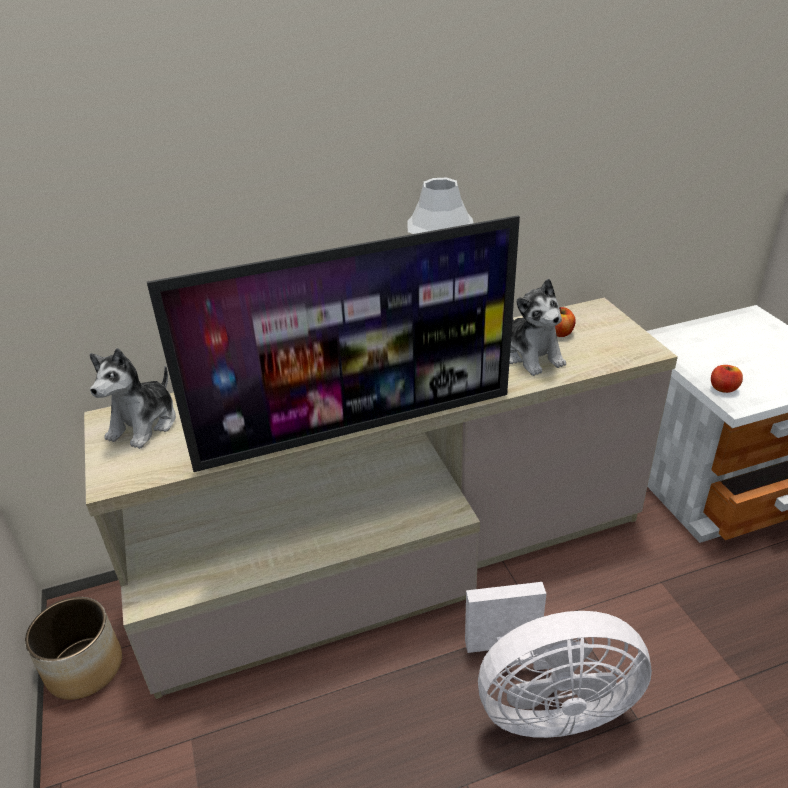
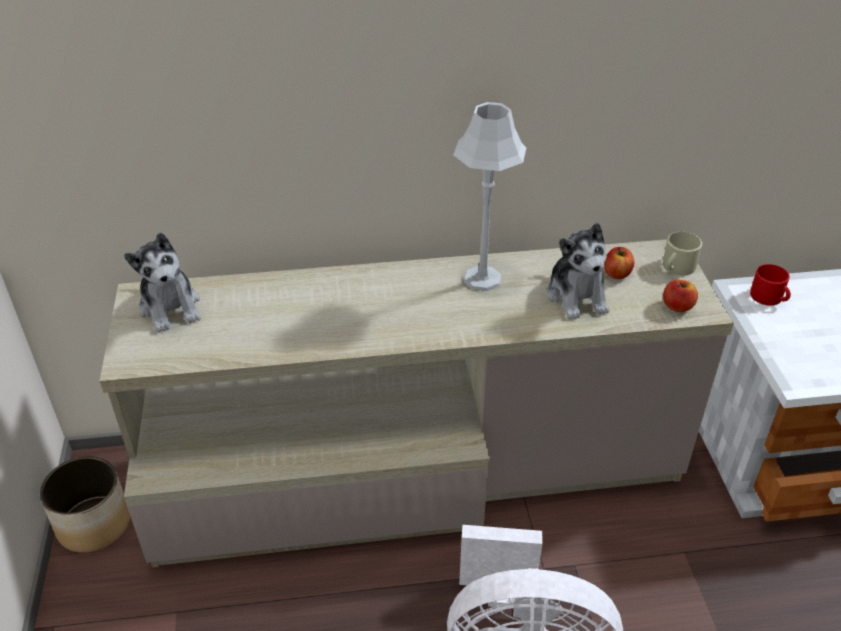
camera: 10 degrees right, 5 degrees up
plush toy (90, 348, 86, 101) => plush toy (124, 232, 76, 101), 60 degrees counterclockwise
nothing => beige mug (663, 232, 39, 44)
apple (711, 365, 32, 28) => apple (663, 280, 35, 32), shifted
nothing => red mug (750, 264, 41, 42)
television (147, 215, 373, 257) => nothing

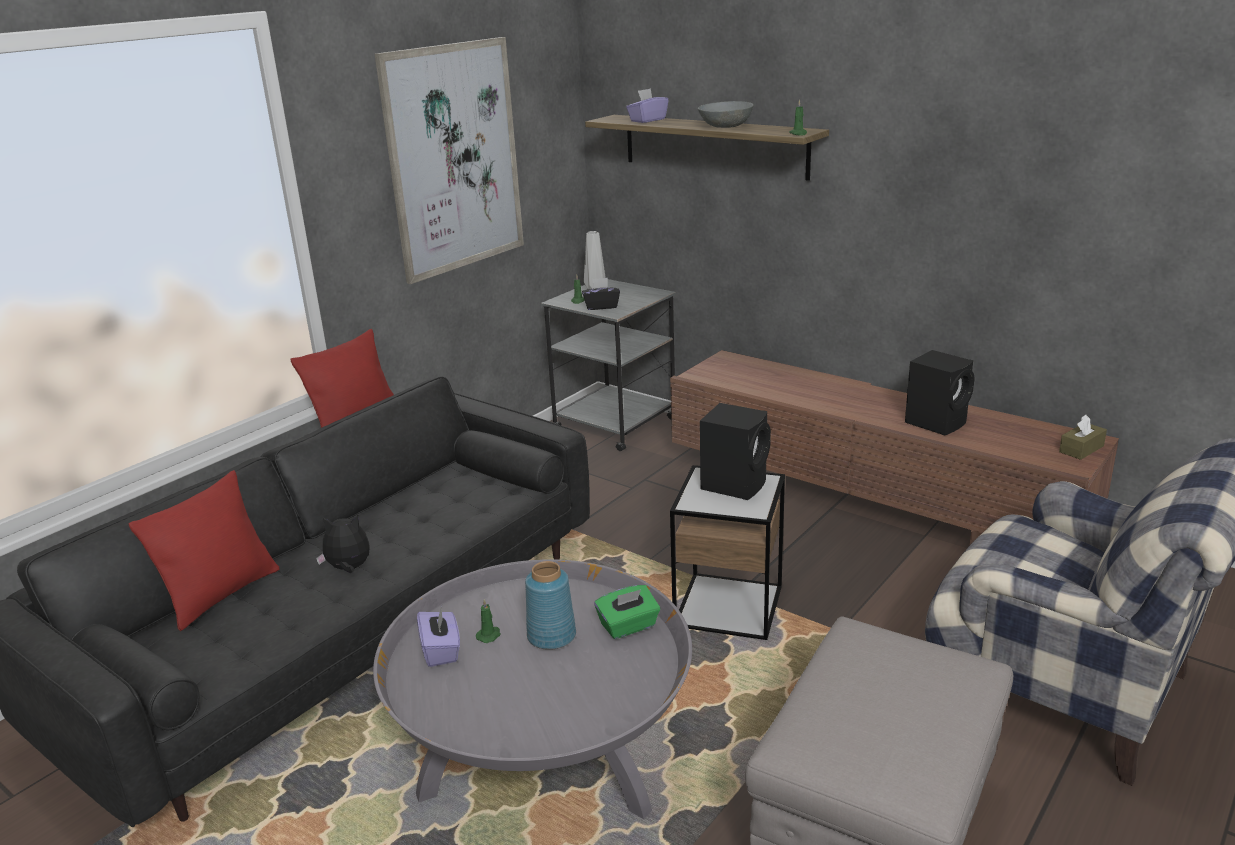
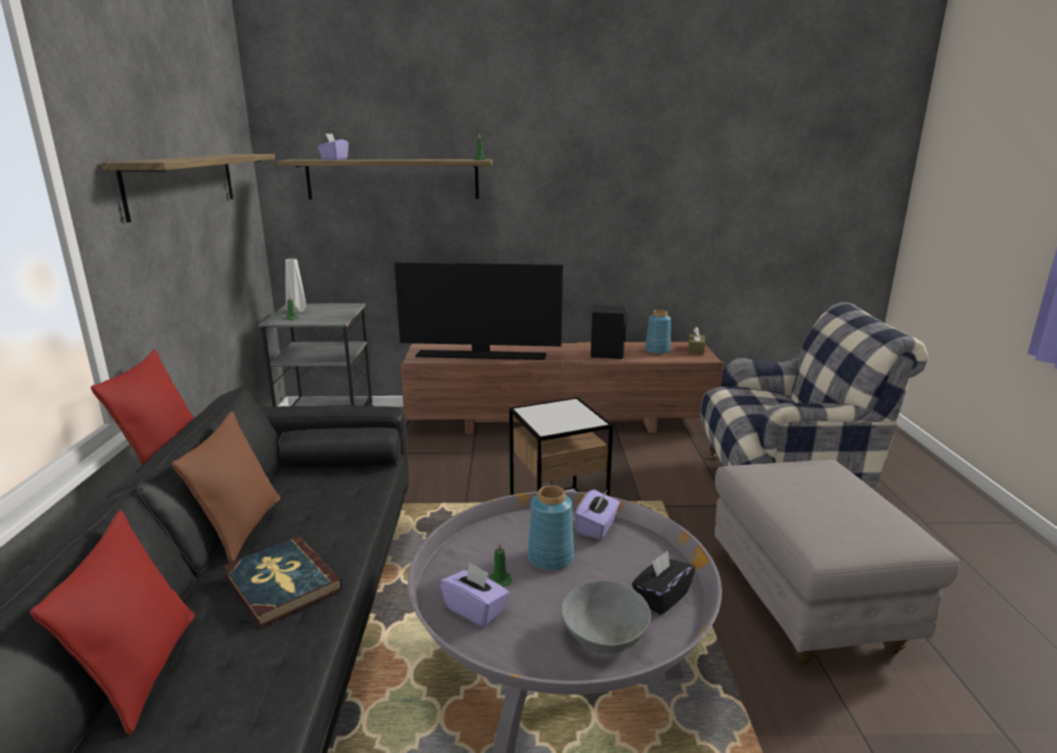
camera: 40 degrees left, 5 degrees down
picture (375, 37, 149, 247) => shelf (101, 154, 174, 69)
nothing => brown pillow (171, 411, 110, 152)
plush toy (316, 515, 54, 58) => book (223, 537, 119, 91)
nothing => television (394, 263, 169, 97)
grey bowl (698, 101, 56, 27) => grey bowl (561, 581, 90, 73), shifted
green tissue box (594, 585, 66, 54) => purple tissue box (574, 489, 46, 51)
black tissue box (582, 278, 38, 32) => black tissue box (632, 551, 63, 64), shifted
nothing => blue vase (645, 310, 26, 44)
black speaker (700, 403, 71, 97) => nothing

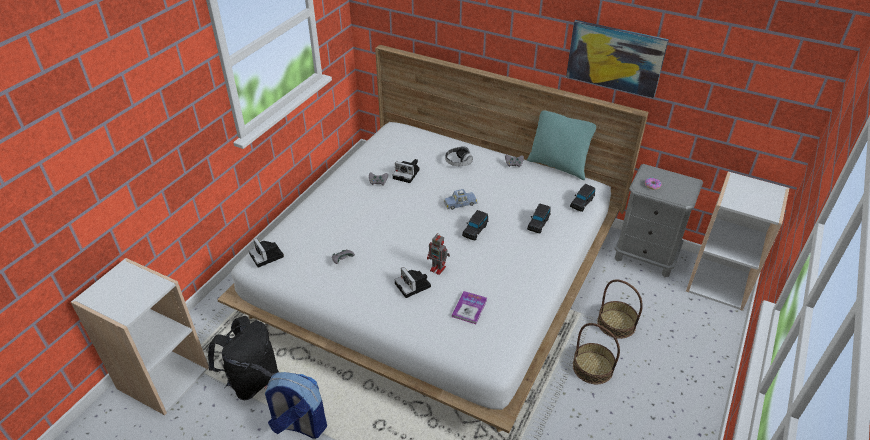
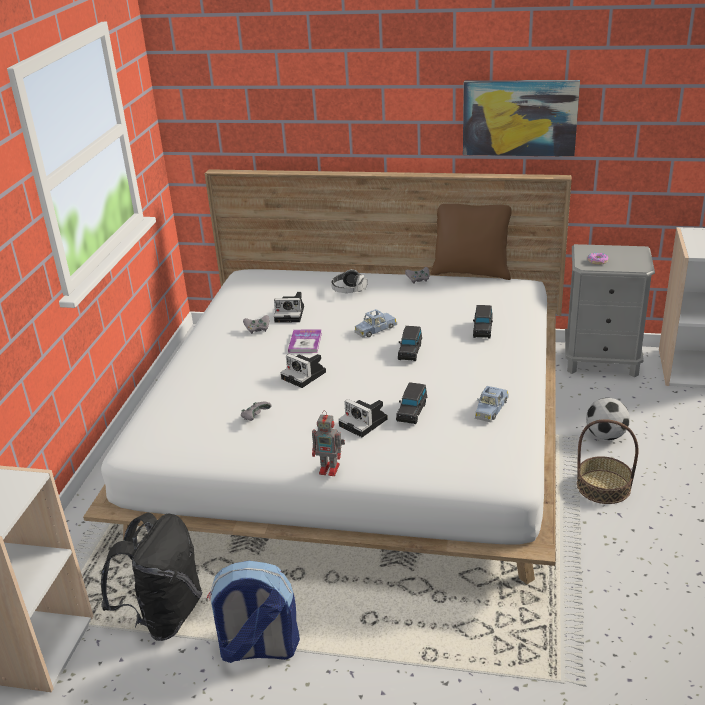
camera: 15 degrees left, 10 degrees down
photo camera (249, 238, 35, 30) => photo camera (281, 354, 45, 34), shifted
book (452, 291, 35, 33) => book (288, 330, 34, 23), shifted
toy robot (427, 233, 23, 42) => toy robot (312, 411, 33, 65), shifted
black toy car (570, 184, 25, 28) => black toy car (396, 382, 31, 42), shifted
turquoise pillow (527, 110, 69, 70) => brown pillow (431, 204, 81, 76)
nothing => blue toy car (475, 386, 34, 36)
basket (597, 279, 46, 60) => football (586, 398, 44, 42)

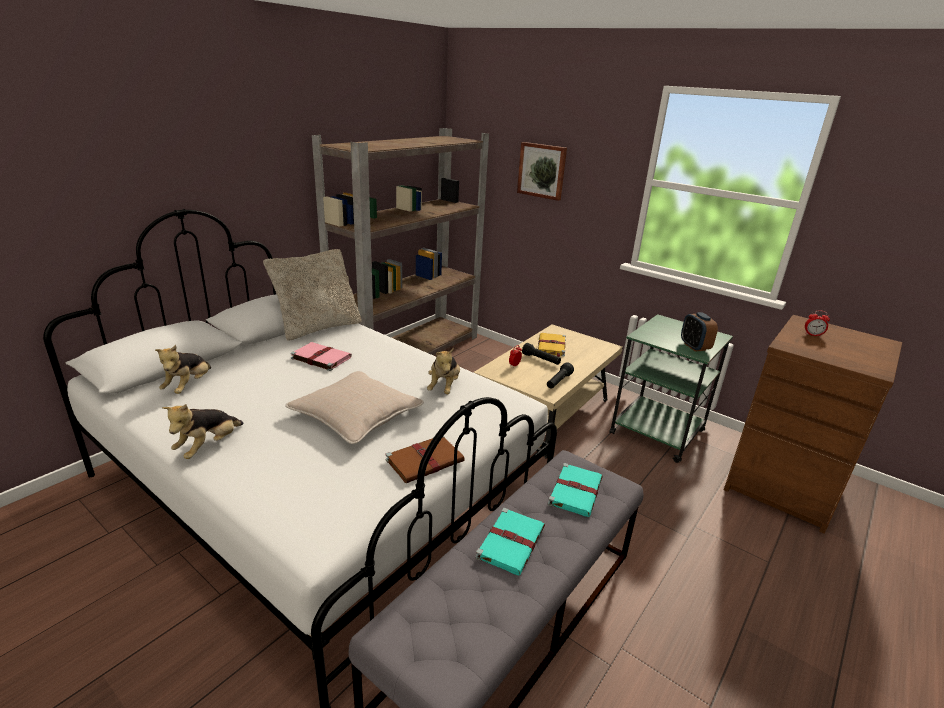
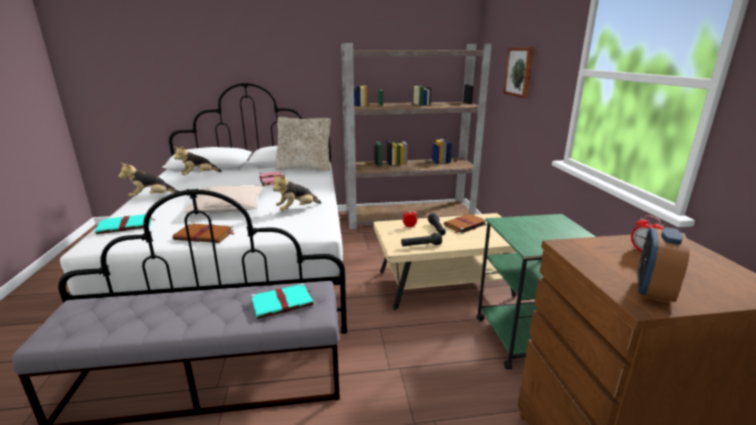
camera: 45 degrees right, 5 degrees down
turquoise book (475, 508, 70, 67) => turquoise book (95, 214, 60, 20), shifted
yellow book (538, 333, 28, 24) => brown book (443, 214, 44, 20)
alarm clock (681, 312, 37, 40) => alarm clock (638, 227, 52, 76), shifted

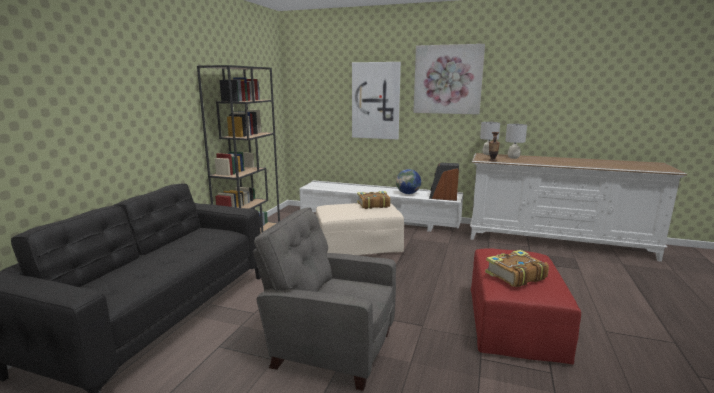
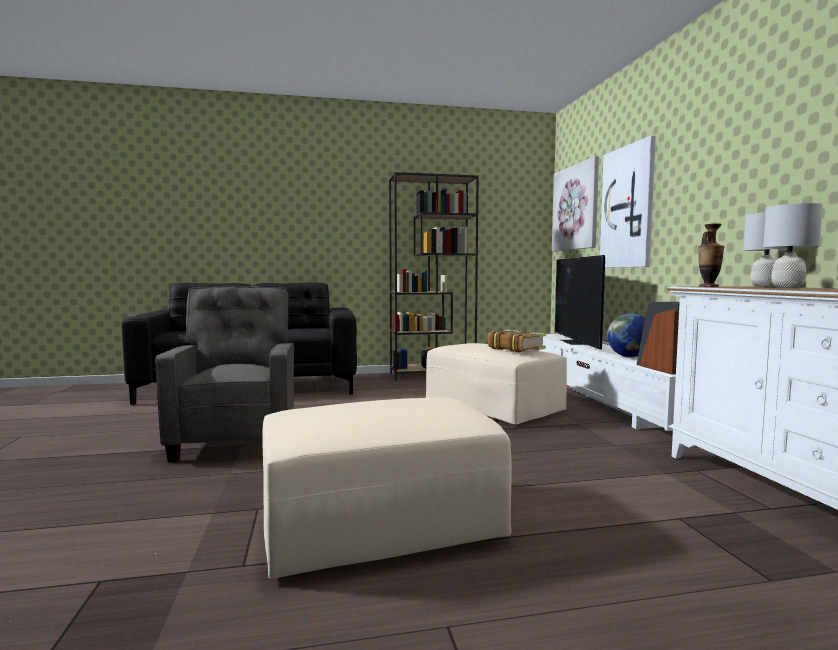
camera: 60 degrees right, 10 degrees down
red ottoman (471, 248, 110, 116) => beige ottoman (262, 397, 250, 182)
picture (413, 44, 72, 70) => picture (552, 156, 47, 95), shifted
nothing => television (555, 255, 50, 95)
book (485, 250, 64, 37) => nothing

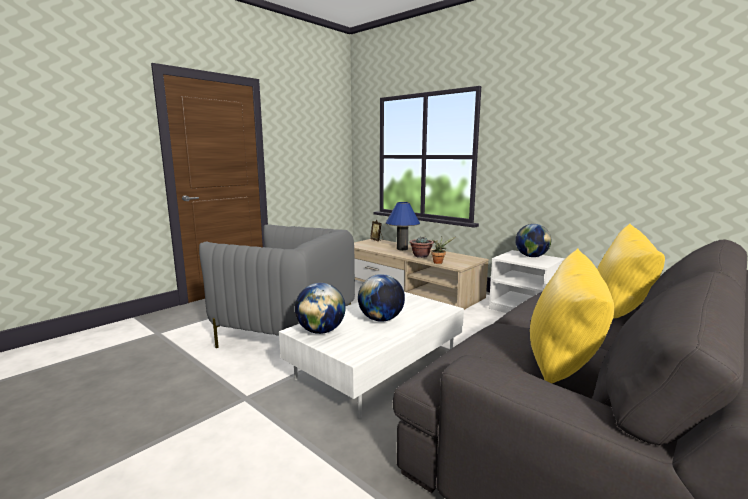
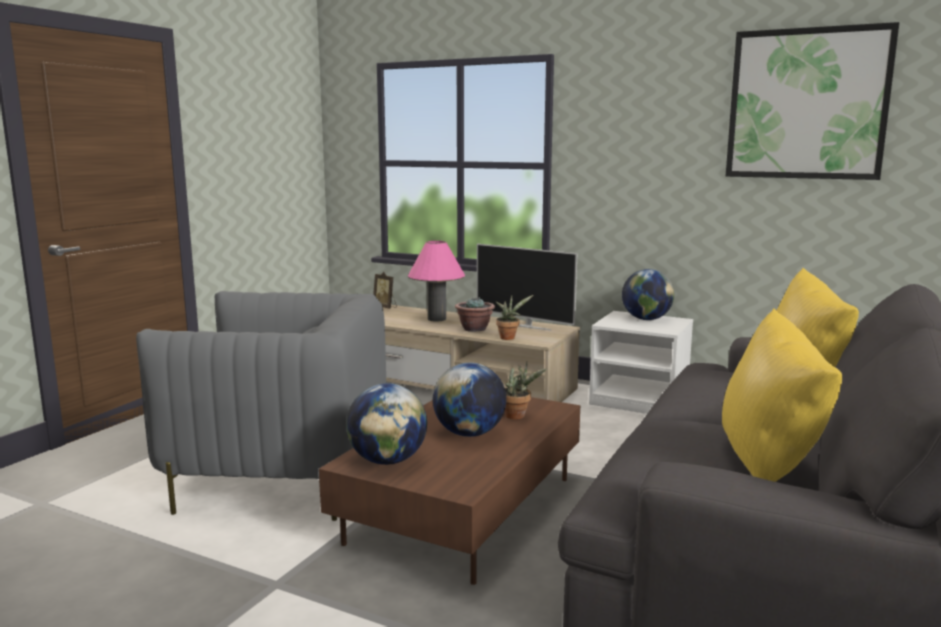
camera: 15 degrees left, 0 degrees up
white coffee table (279, 292, 185, 126) => brown coffee table (319, 397, 261, 188)
blue table lamp (386, 202, 34, 48) => pink table lamp (408, 240, 57, 82)
nothing => television (477, 244, 100, 86)
nothing => potted plant (505, 362, 42, 58)
nothing => picture (726, 22, 174, 158)

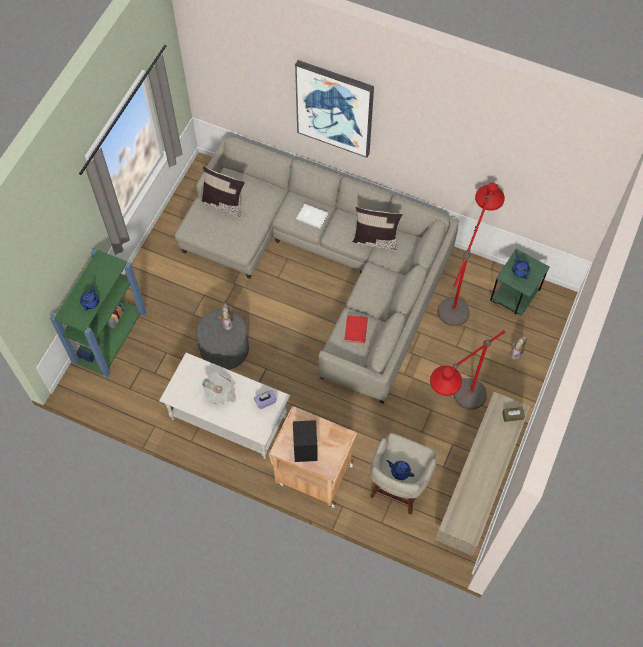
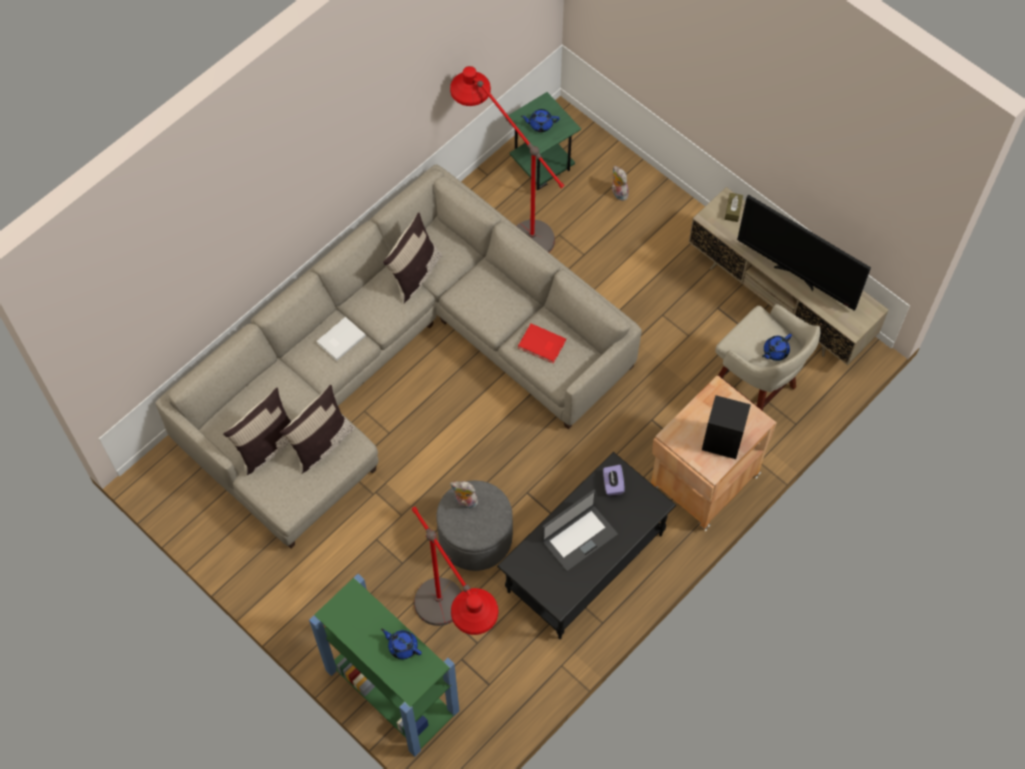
camera: 70 degrees left, 0 degrees up
nothing => pillow (280, 385, 75, 88)
red floor lamp (430, 330, 75, 80) => red floor lamp (412, 507, 86, 128), shifted
white coffee table (159, 353, 131, 106) => black coffee table (497, 452, 179, 187)
newspaper (202, 372, 34, 32) => laptop (542, 490, 76, 81)
nothing => television (737, 195, 134, 116)
picture (295, 60, 79, 98) => nothing

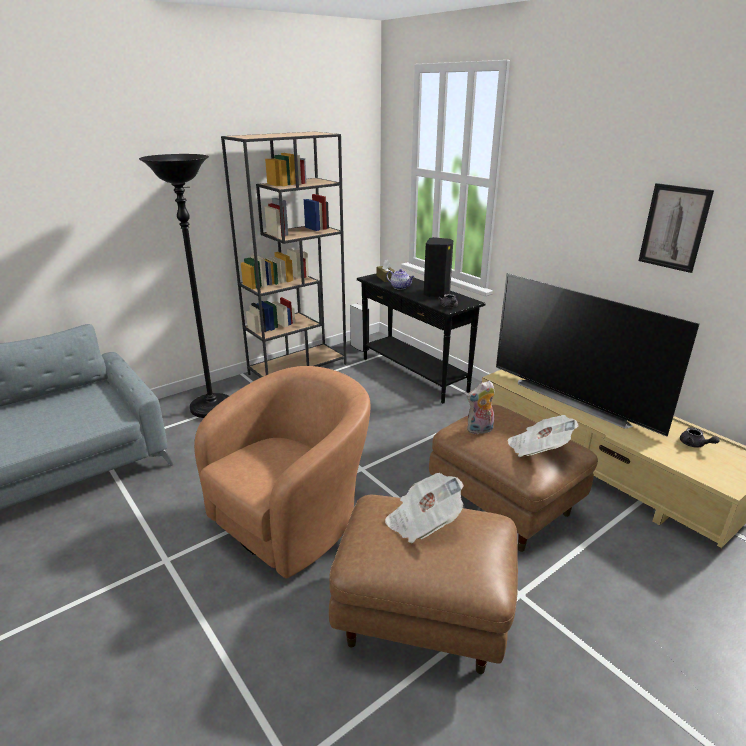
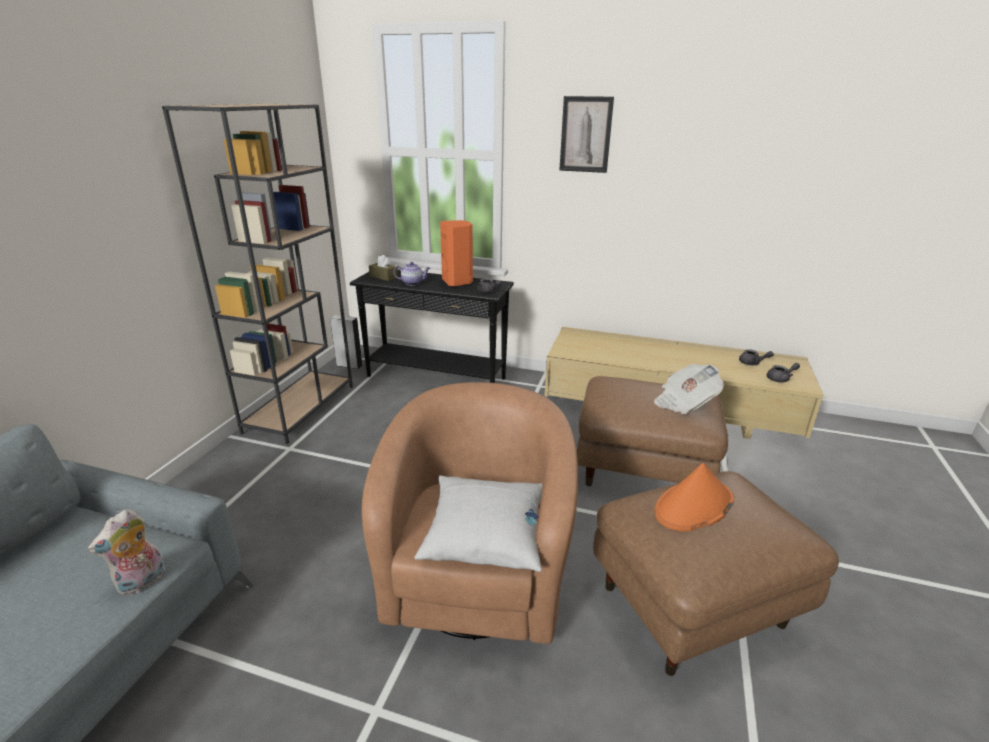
camera: 35 degrees left, 0 degrees up
plush toy (467, 381, 28, 54) => plush toy (88, 509, 77, 87), shifted
nothing => grey pillow (414, 475, 128, 97)
black speaker (424, 237, 29, 60) => orange speaker (440, 220, 33, 67)
picture (639, 183, 75, 90) => picture (559, 96, 55, 77), shifted
newspaper (385, 473, 79, 70) => orange hat (654, 463, 80, 68)
nothing => grey teapot (767, 363, 33, 19)
black floor lamp (139, 154, 90, 264) => nothing
television (496, 273, 203, 164) => nothing

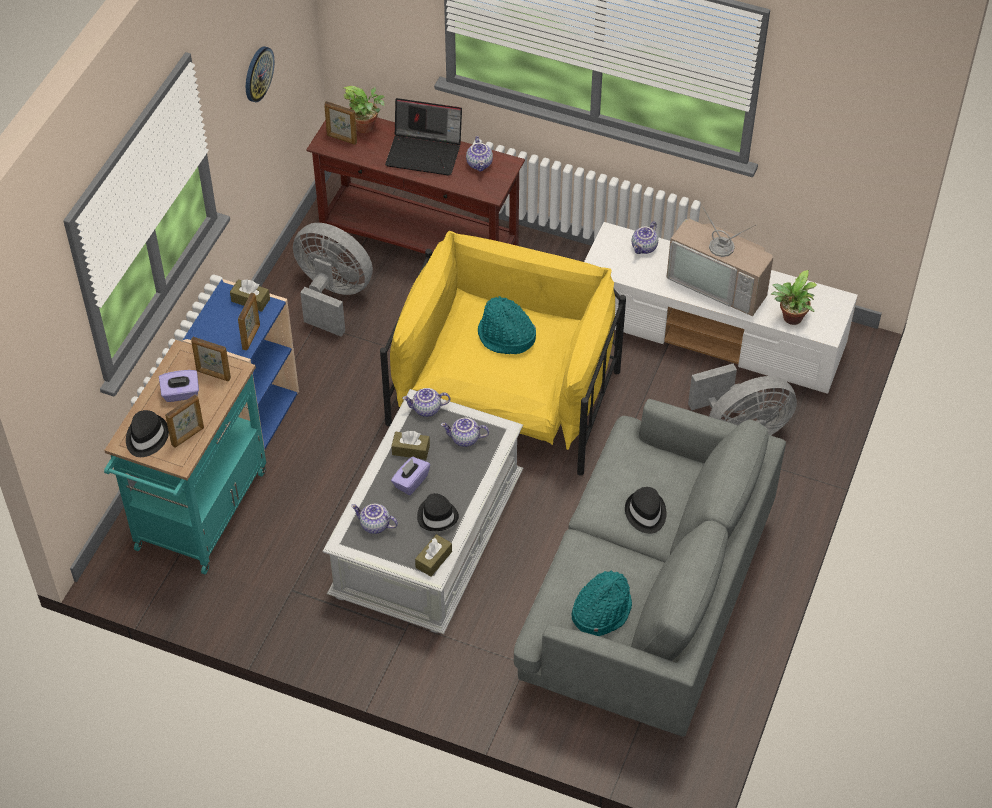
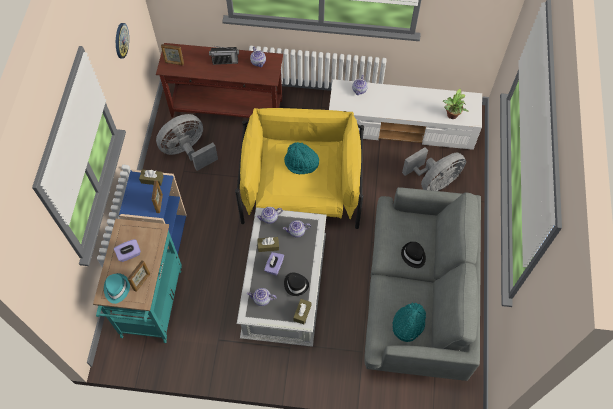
camera: 15 degrees left, 10 degrees up
black hat (126, 410, 43, 47) => turquoise hat (104, 273, 26, 31)
grey fan (293, 223, 80, 114) => grey fan (156, 114, 62, 57), 45 degrees counterclockwise
laptop (385, 98, 77, 78) => radio (209, 46, 30, 19)
picture frame (191, 337, 40, 44) => nothing
potted plant (343, 86, 42, 47) => nothing
television (667, 200, 106, 116) => nothing

